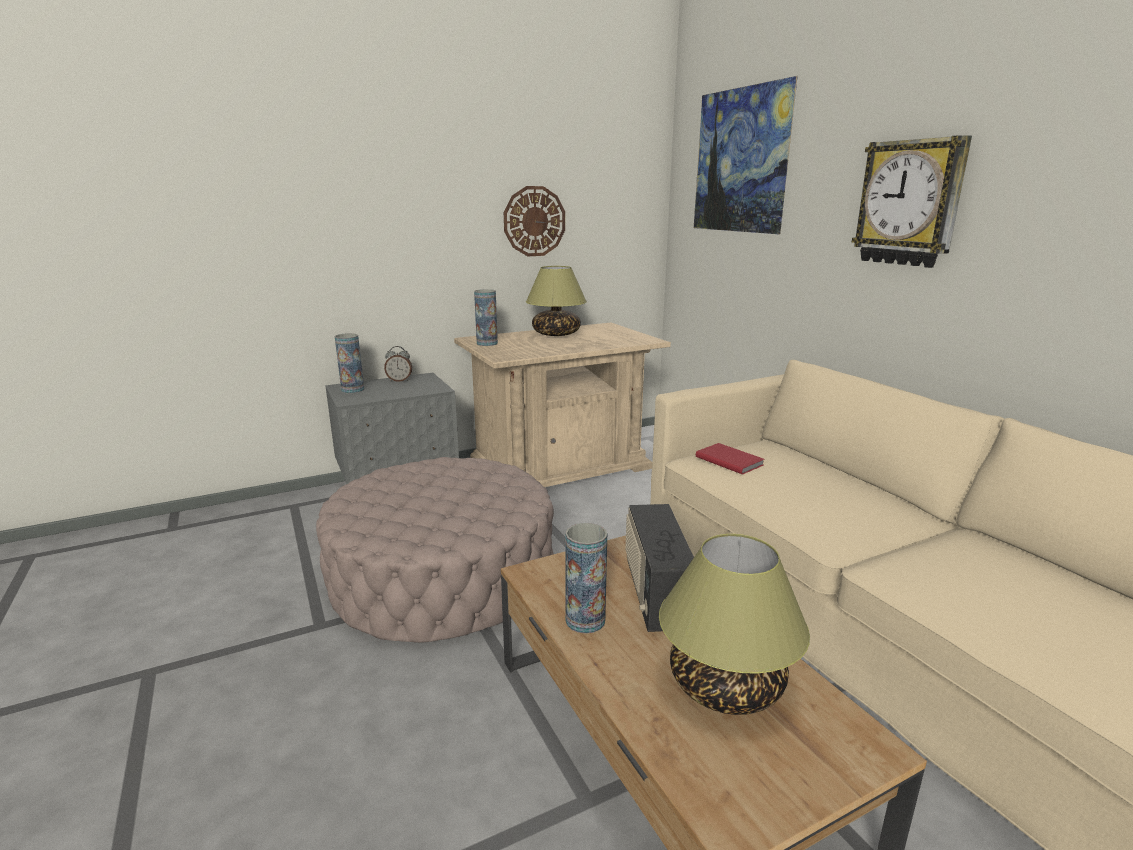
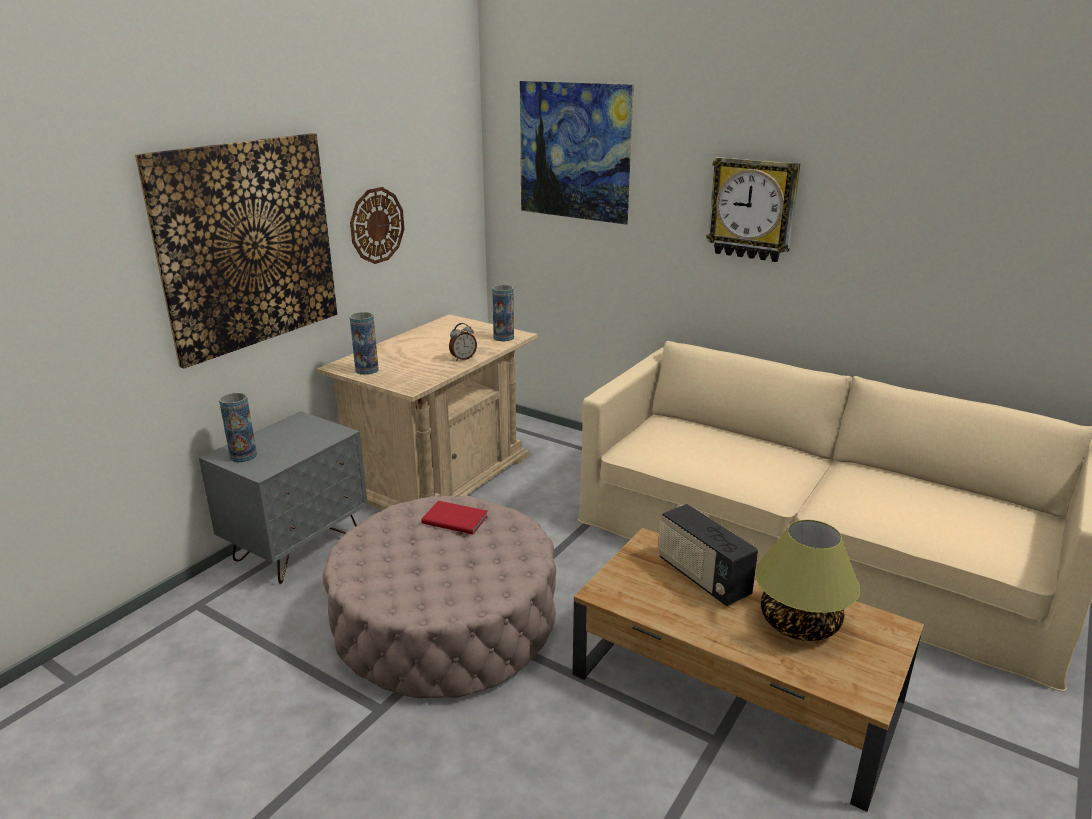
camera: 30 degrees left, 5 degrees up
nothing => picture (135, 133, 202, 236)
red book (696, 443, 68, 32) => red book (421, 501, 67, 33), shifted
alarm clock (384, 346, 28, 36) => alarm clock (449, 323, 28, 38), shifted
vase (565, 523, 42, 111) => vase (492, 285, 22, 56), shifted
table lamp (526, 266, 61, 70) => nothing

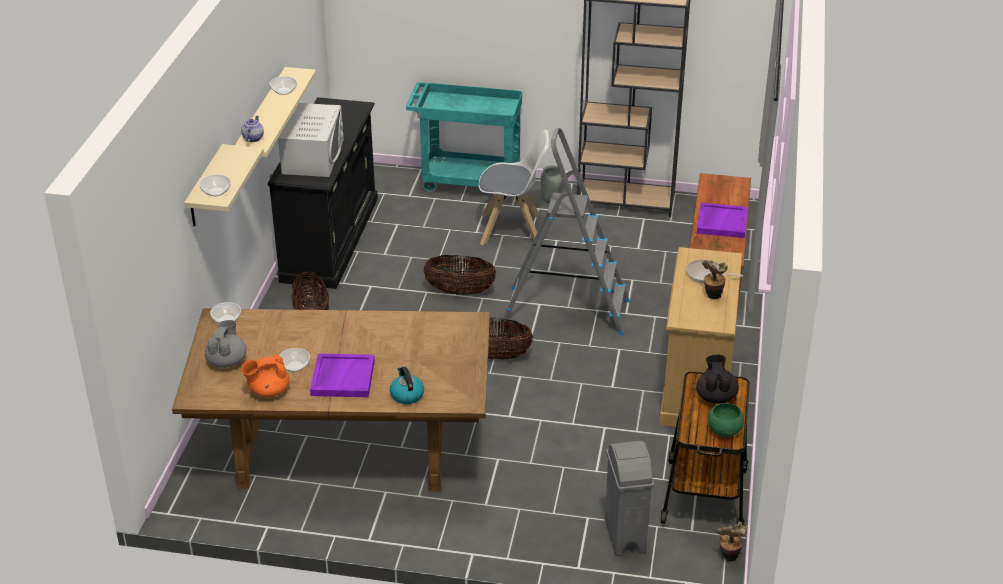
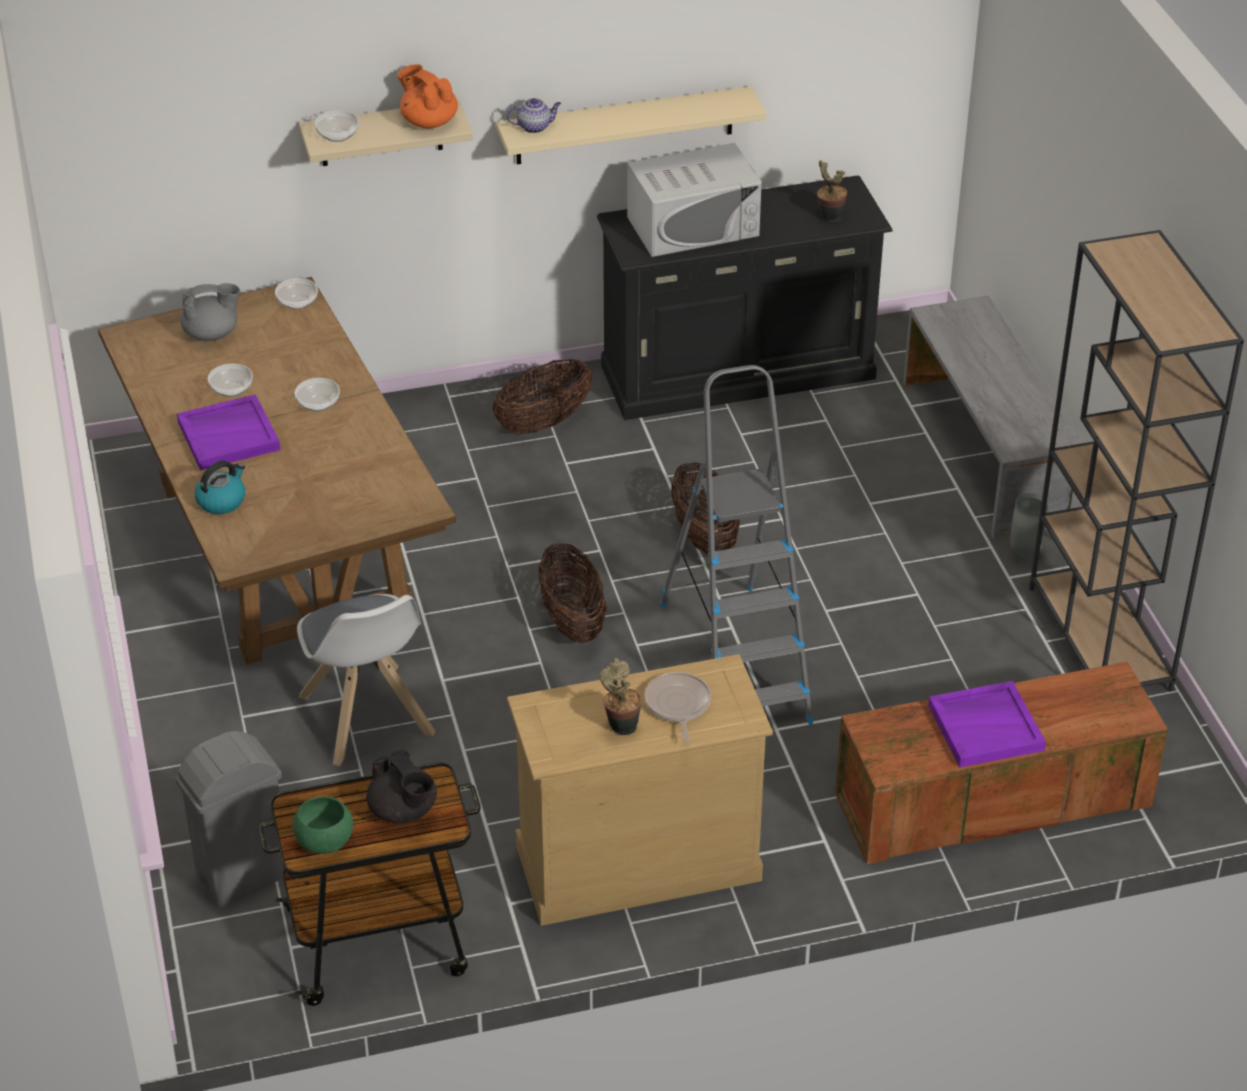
camera: 65 degrees right, 5 degrees up
bowl (270, 76, 27, 19) => bowl (295, 378, 45, 34), shifted
chair (479, 129, 71, 116) => chair (297, 594, 138, 173), shifted
black teapot (696, 354, 43, 50) => black teapot (366, 750, 71, 74), 75 degrees clockwise
orange teapot (241, 354, 48, 43) => orange teapot (397, 64, 61, 65), shifted
potted plant (716, 522, 32, 39) => potted plant (817, 161, 30, 61), shifted
turquoise cart (406, 82, 116, 118) => grey bench (903, 296, 180, 244)

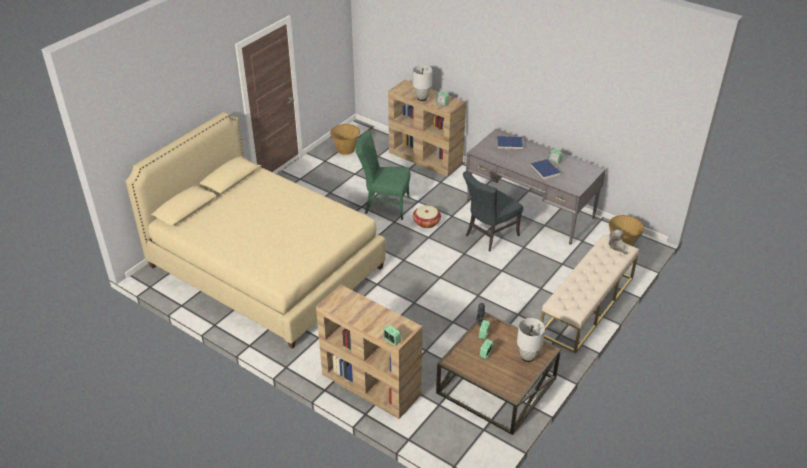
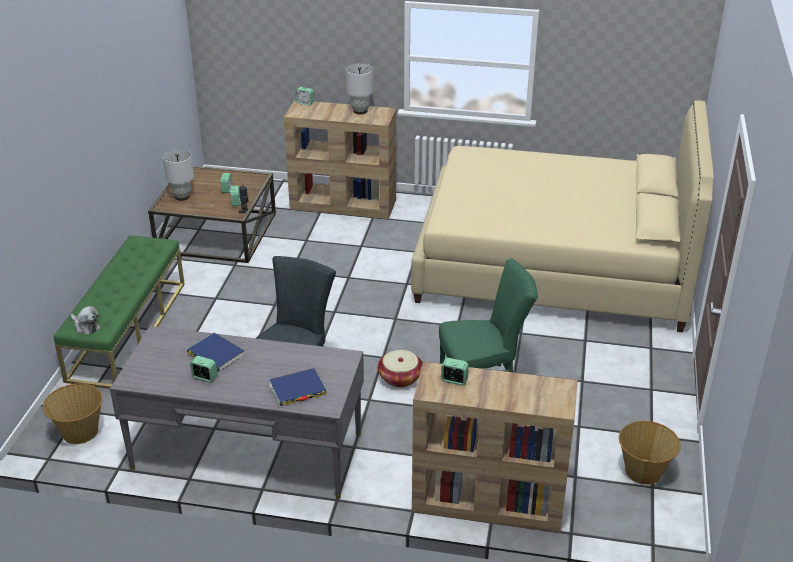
camera: 155 degrees right, 5 degrees down
beige bench (540, 235, 99, 118) => green bench (54, 235, 131, 154)
white table lamp (413, 65, 19, 36) => white table lamp (346, 64, 28, 51), shifted

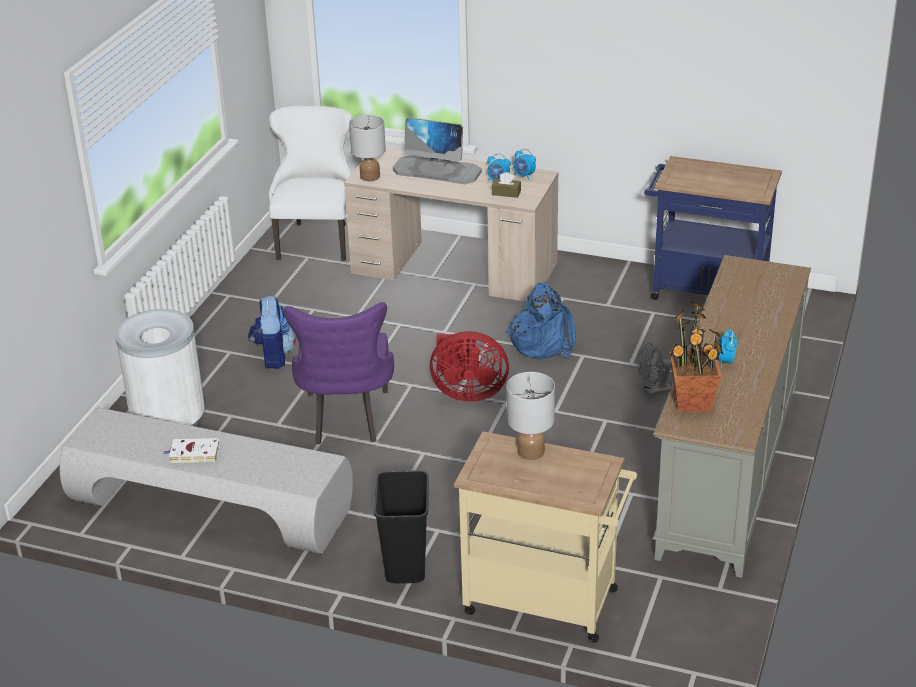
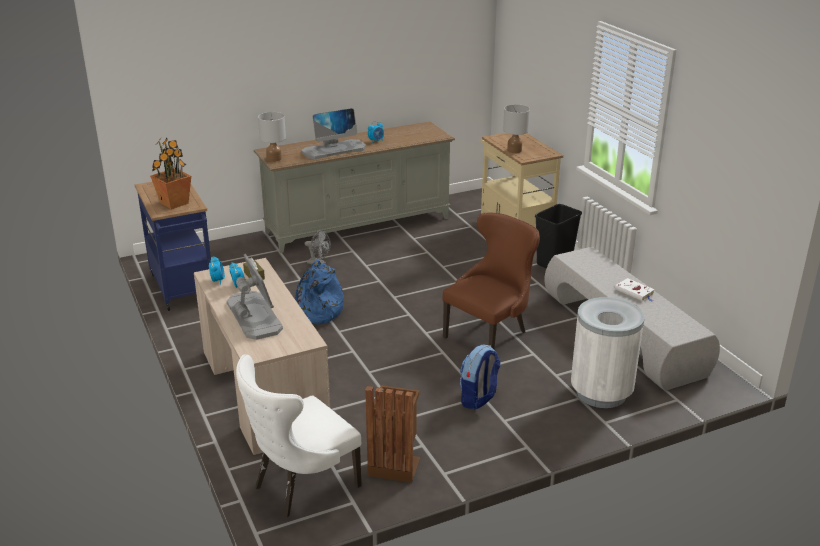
camera: 135 degrees left, 5 degrees down
potted plant (670, 301, 54, 111) => potted plant (150, 138, 41, 71), shifted
grey table lamp (349, 115, 37, 66) => grey table lamp (258, 112, 28, 50), shifted
nothing => monitor (301, 108, 65, 51)
nothing => brown trash can (365, 385, 55, 98)
purple chair (284, 302, 110, 143) => brown chair (442, 213, 98, 136)
red fan (430, 331, 79, 71) => nothing

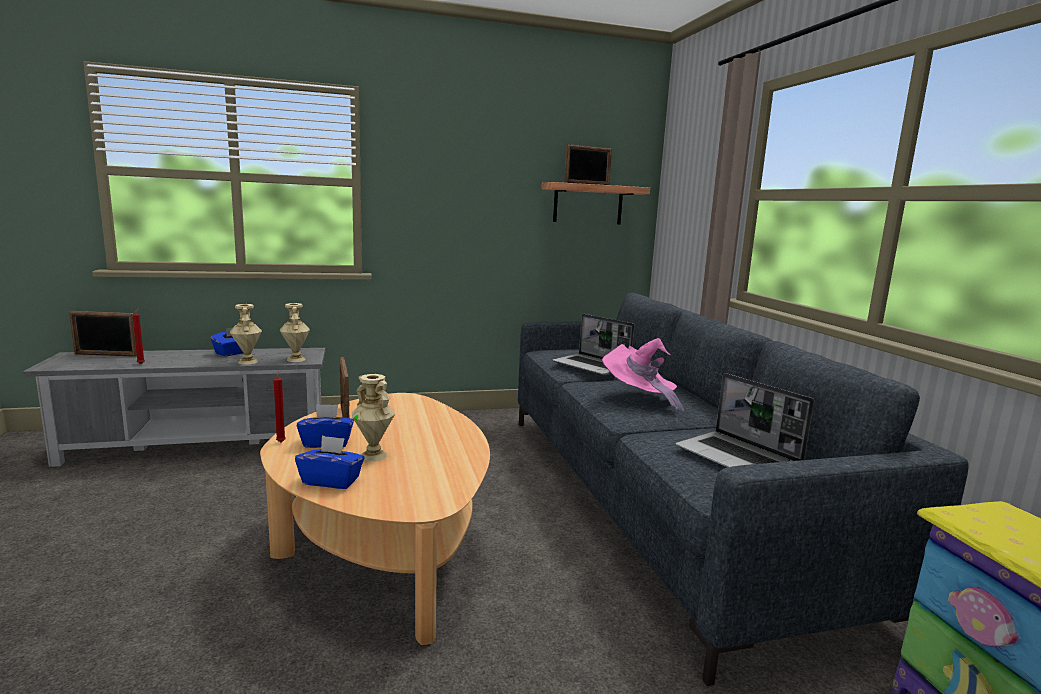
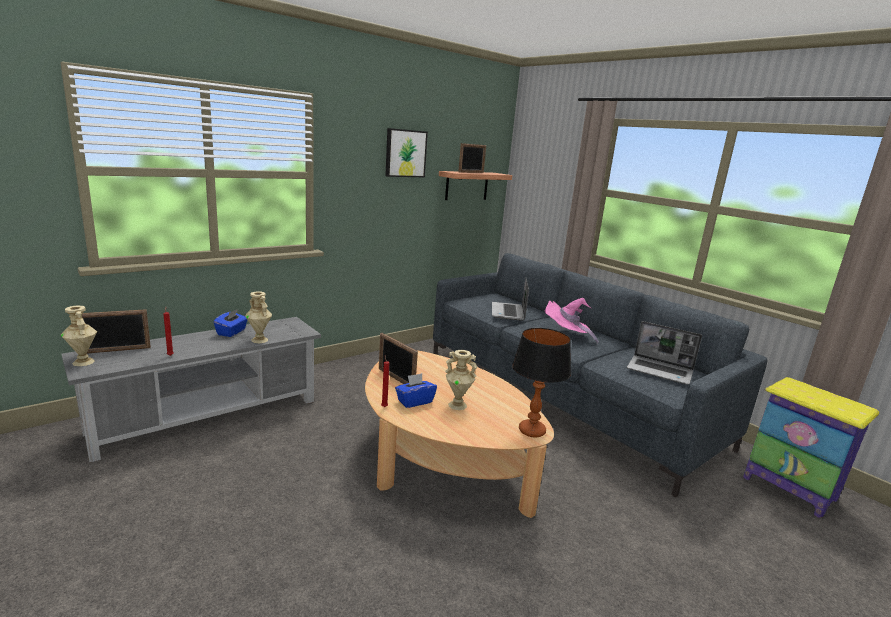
camera: 25 degrees left, 5 degrees up
beige vase (280, 303, 30, 59) => beige vase (61, 306, 36, 60), shifted
nothing => picture (385, 128, 43, 49)
laptop (552, 314, 83, 62) => laptop (492, 278, 37, 43), 75 degrees clockwise
nothing => table lamp (512, 328, 59, 109)
blue tissue box (295, 435, 69, 54) => nothing

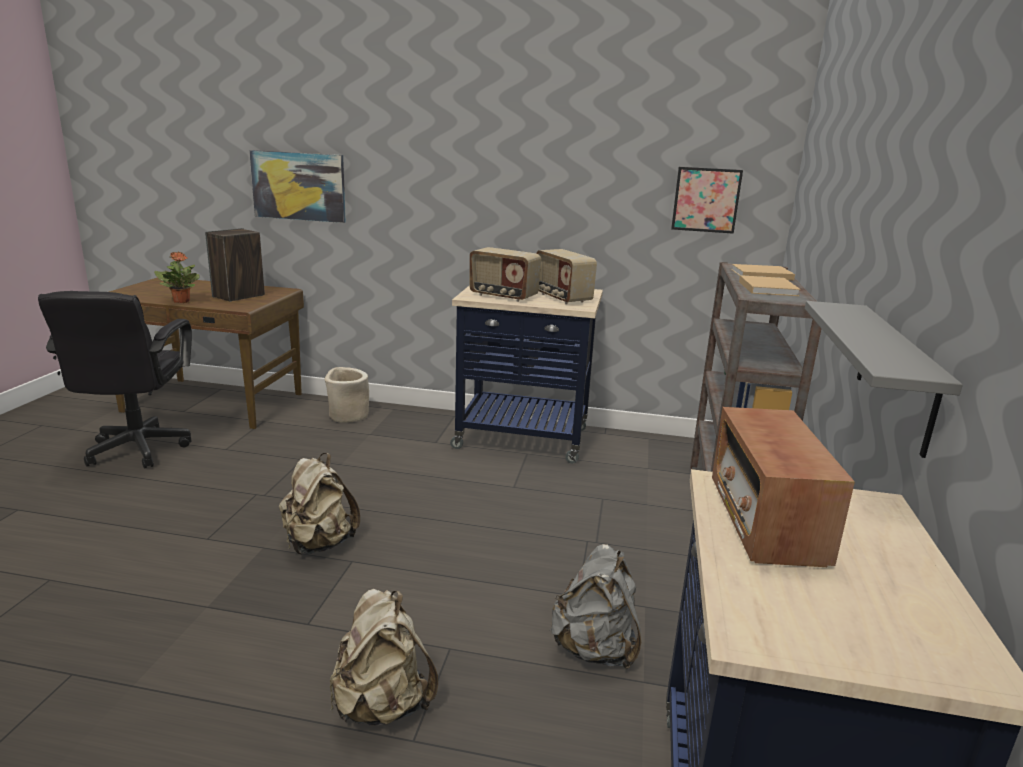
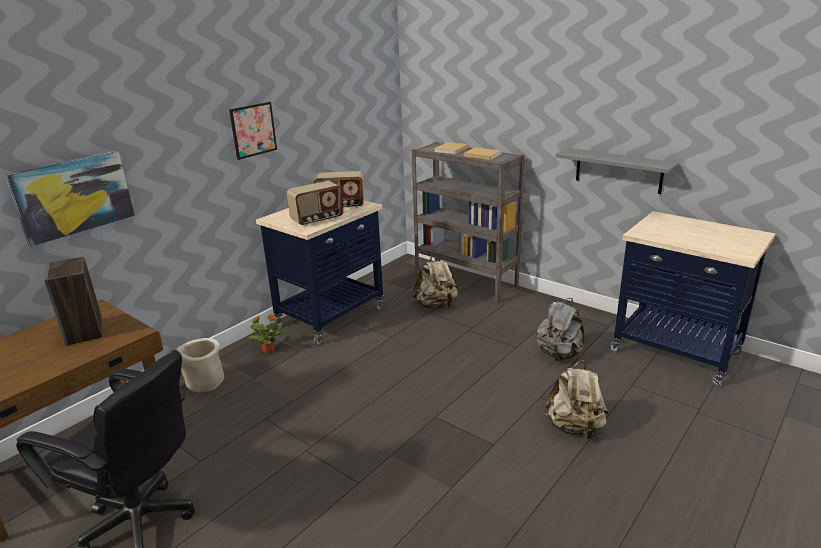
camera: 60 degrees left, 5 degrees up
picture (671, 167, 72, 67) => picture (229, 102, 48, 58), shifted
potted plant (154, 251, 46, 52) => potted plant (248, 314, 35, 40), shifted
beige backpack (279, 453, 81, 102) => beige backpack (413, 255, 45, 54), shifted
radio (712, 407, 143, 160) => nothing

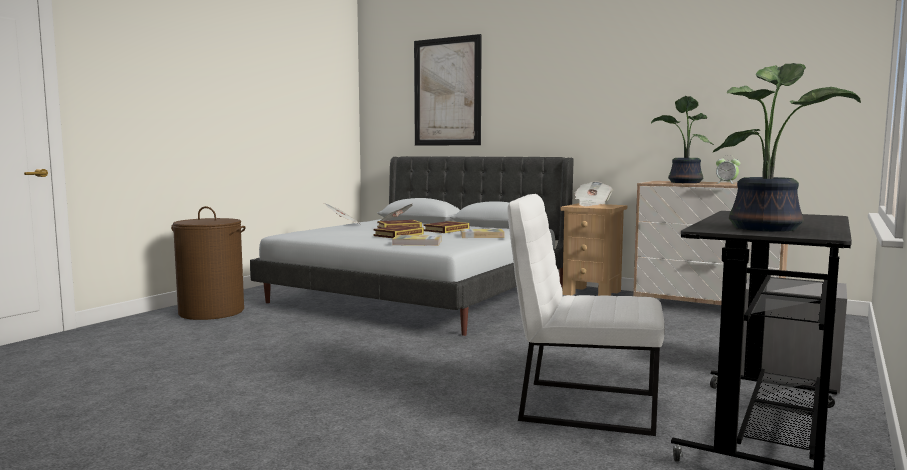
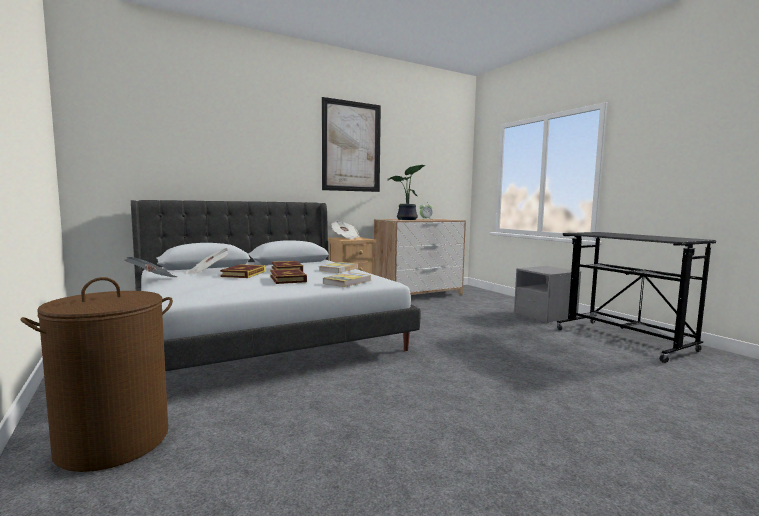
camera: 60 degrees left, 0 degrees up
picture (414, 34, 68, 112) => picture (322, 97, 59, 95), shifted
white chair (507, 194, 158, 242) => nothing
potted plant (713, 63, 148, 169) => nothing

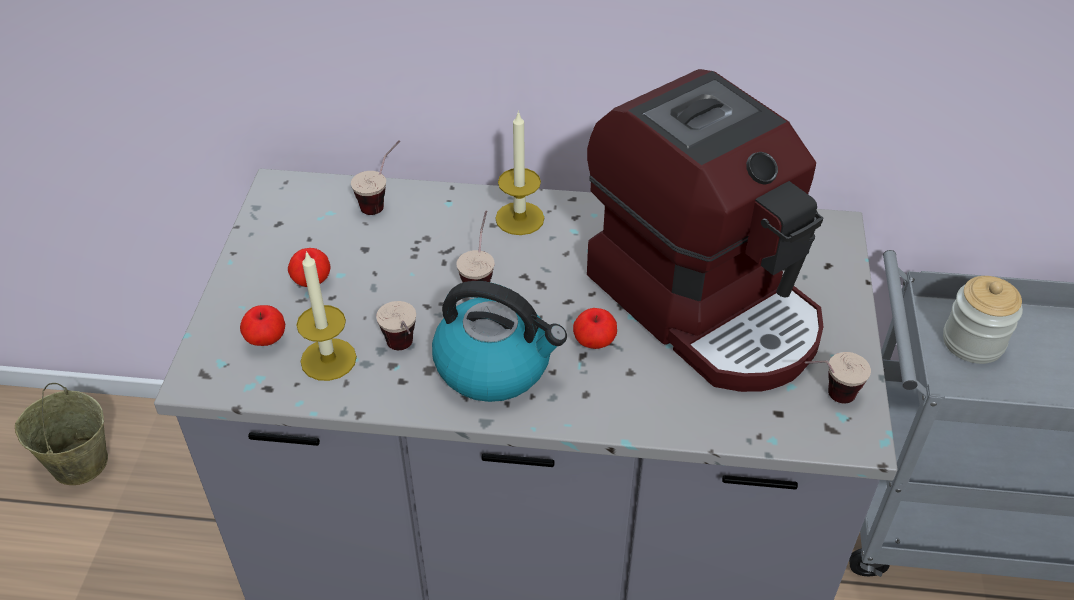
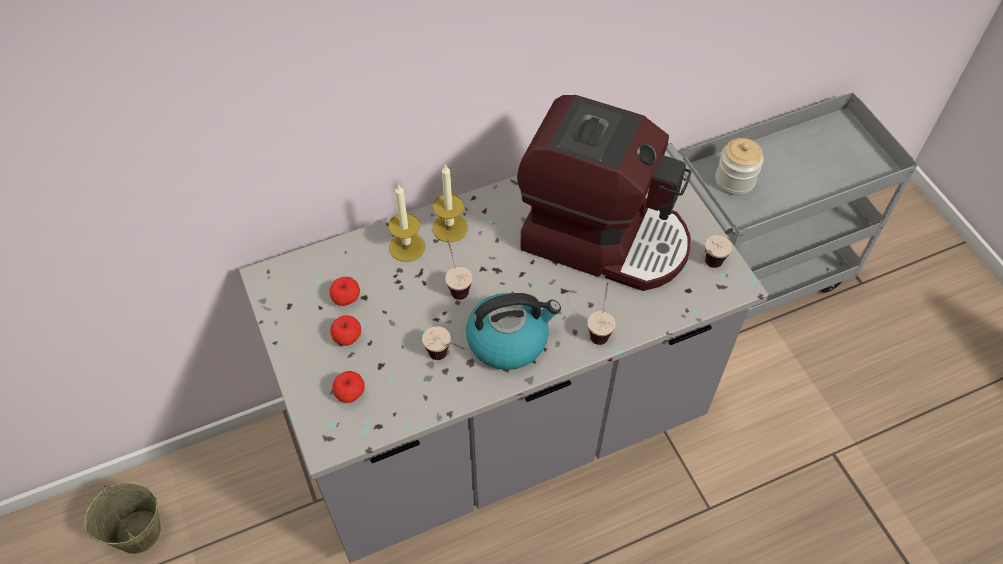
camera: 30 degrees left, 10 degrees up
apple (573, 308, 44, 41) => apple (329, 277, 31, 29), shifted
candle (296, 251, 61, 130) => candle (388, 184, 37, 78), shifted
cup (351, 140, 49, 75) => cup (587, 282, 29, 63), shifted

